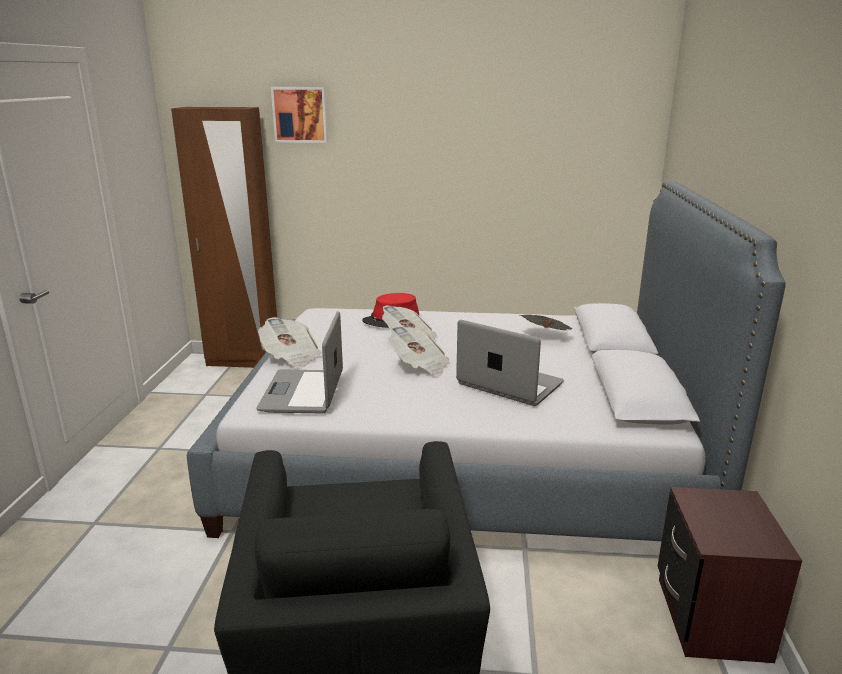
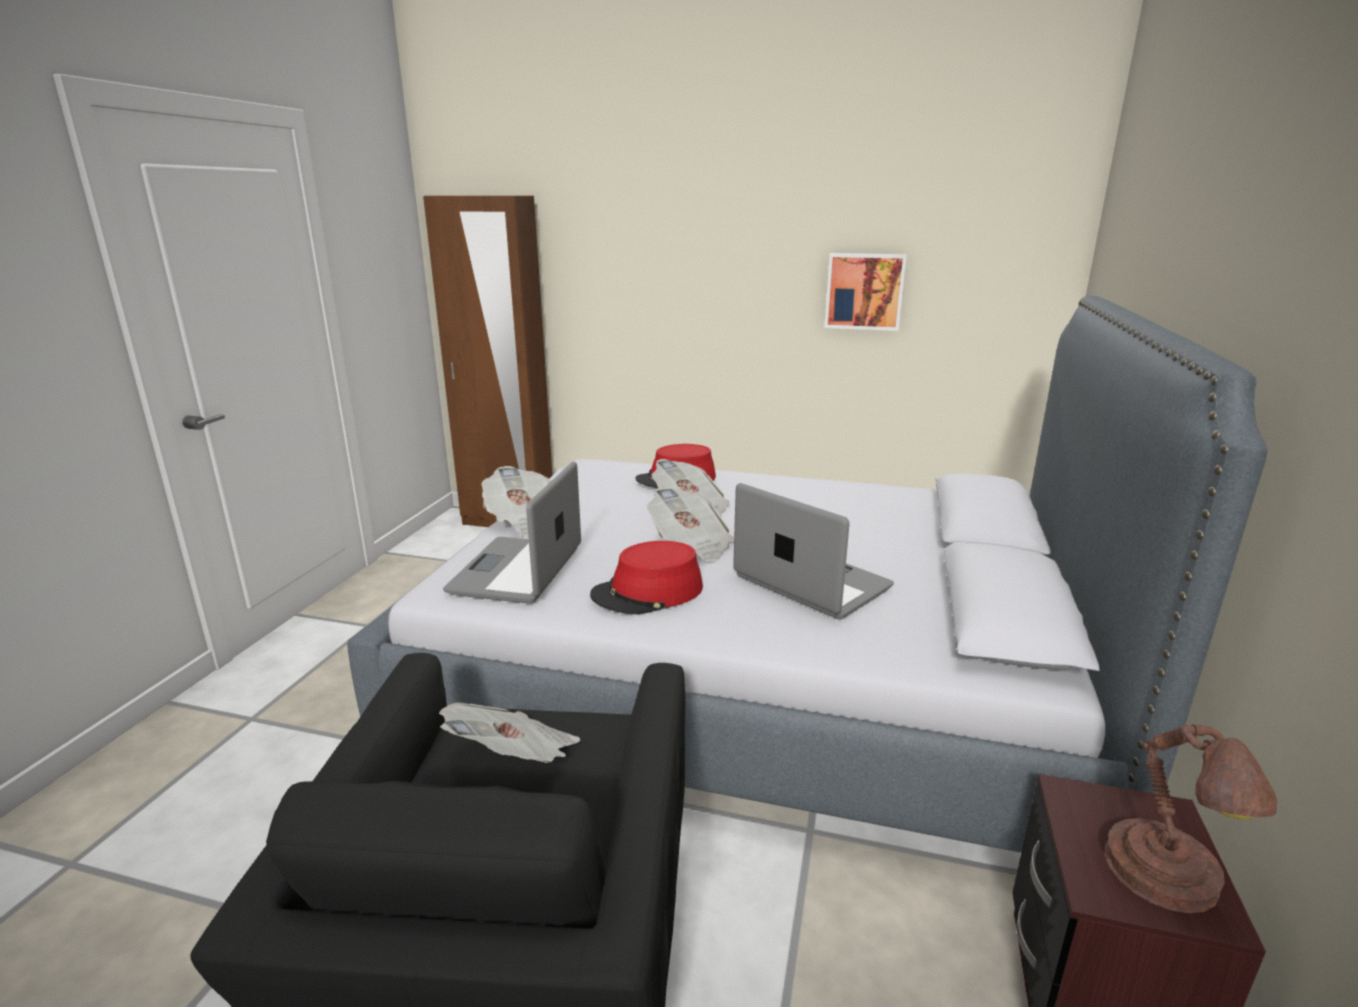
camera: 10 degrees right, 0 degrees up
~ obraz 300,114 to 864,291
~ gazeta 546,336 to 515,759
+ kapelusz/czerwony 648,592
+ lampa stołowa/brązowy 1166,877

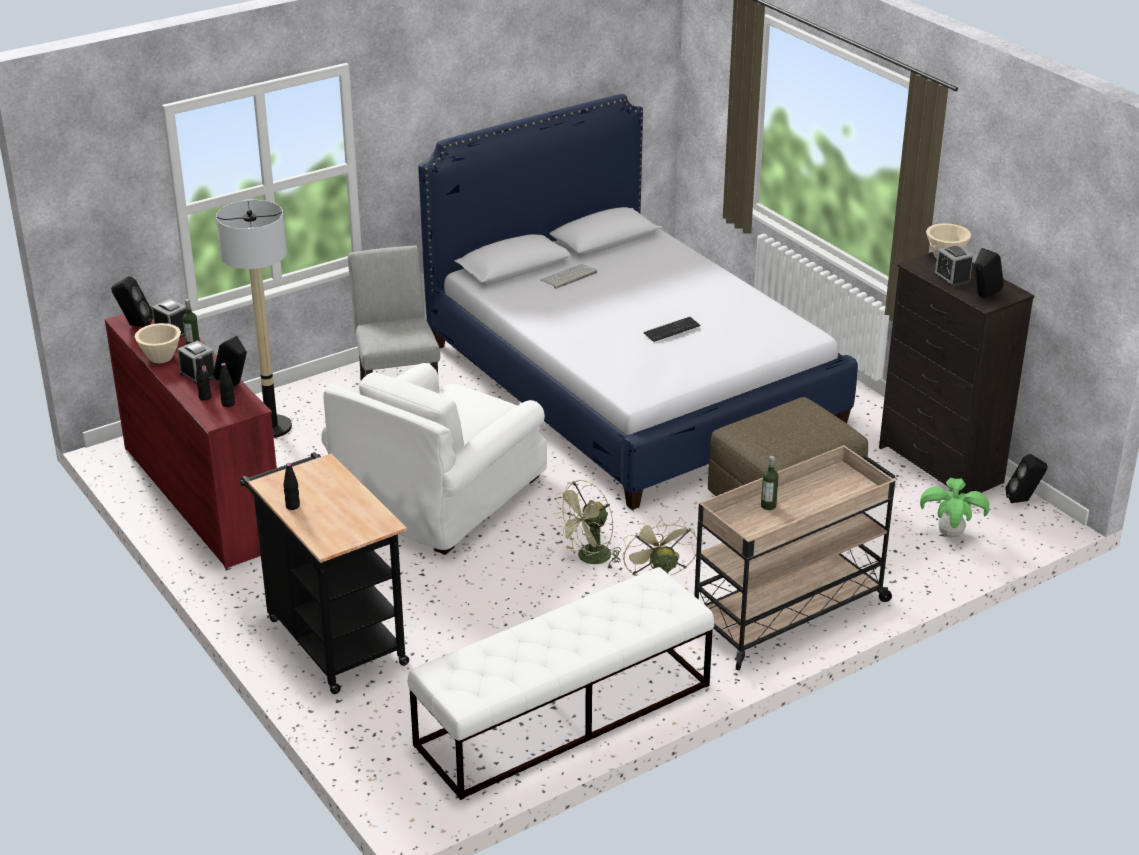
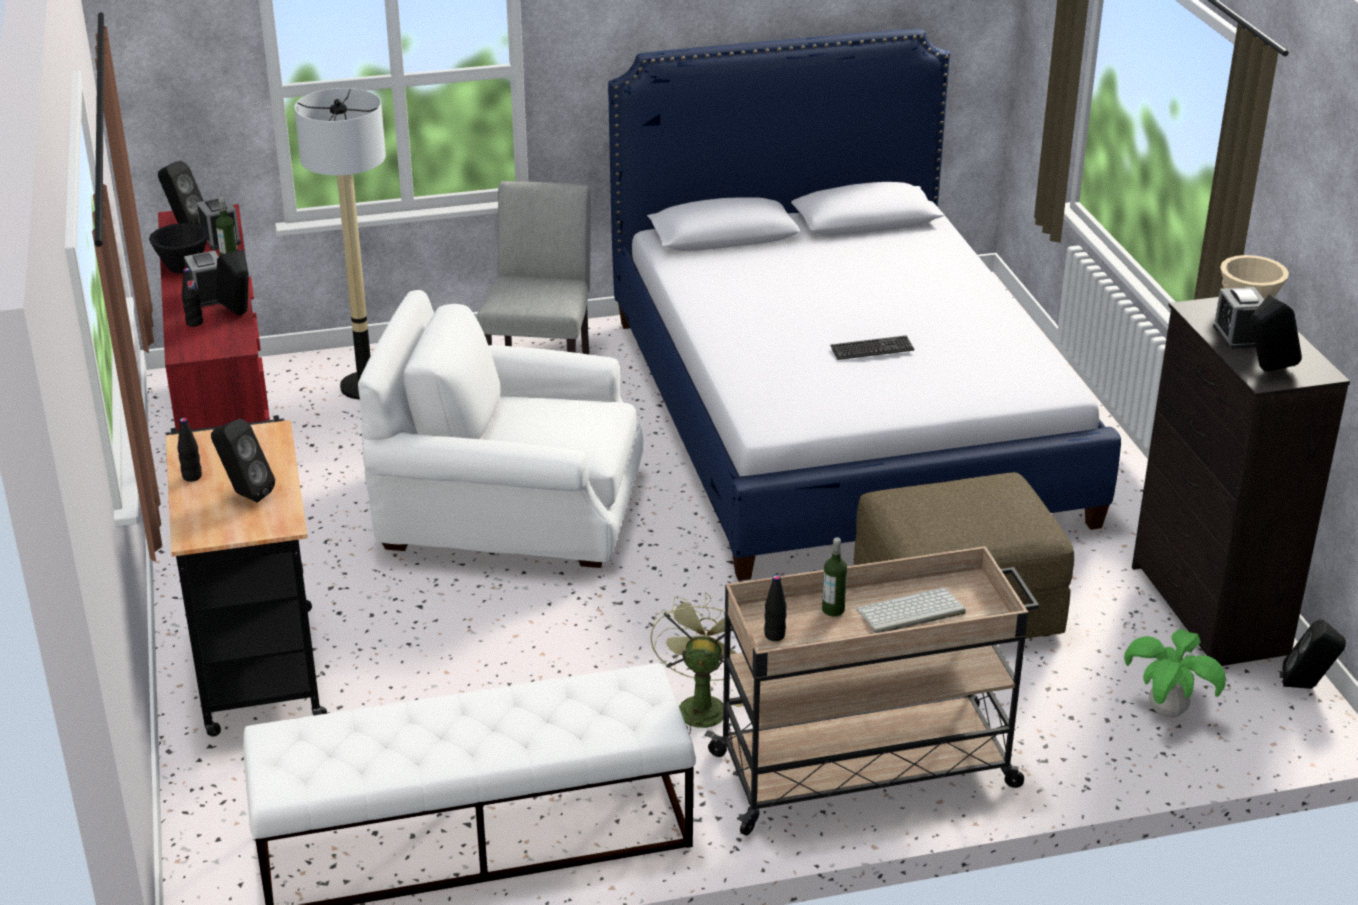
camera: 20 degrees right, 0 degrees up
~ miska/beżowy 160,357 to miska/czarny 183,267
~ butelka/czarny 228,404 to 774,635
~ fotel/biały 441,494 = 510,510 45 degrees clockwise
~ klawiatura 568,277 to 909,612
- wentylator/zielony 589,559
+ głośnik/czarny 245,494

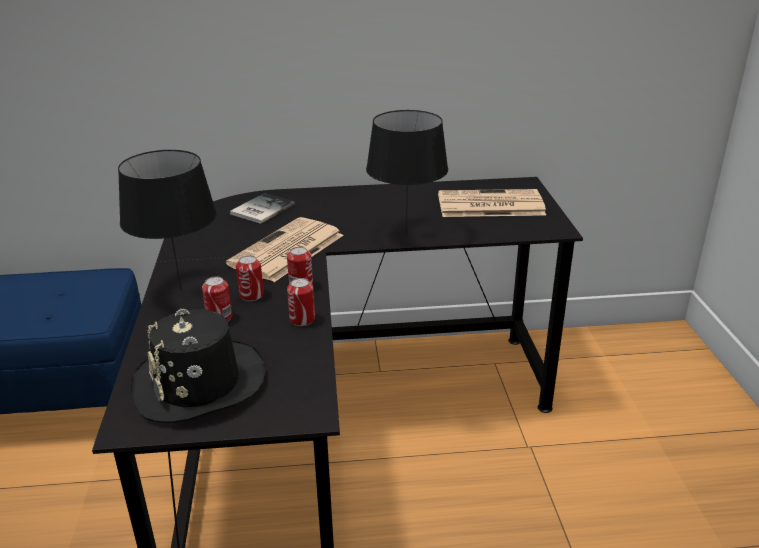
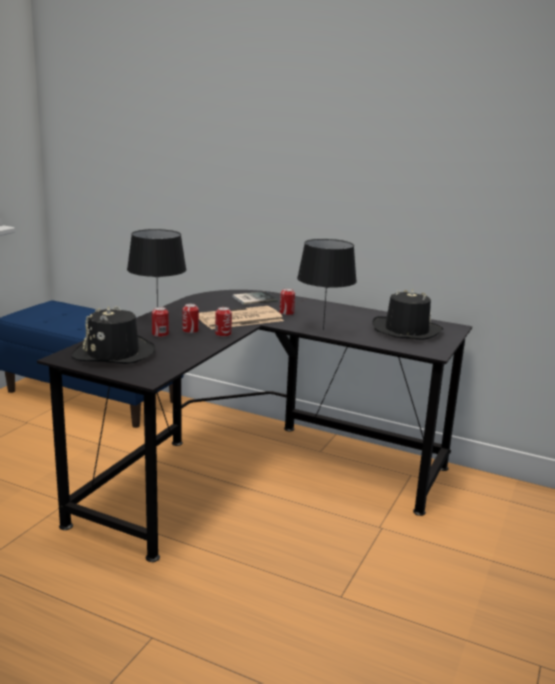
camera: 30 degrees right, 10 degrees down
~ puszka 302,319 to 286,313
~ gazeta 489,205 to kapelusz/czarny 406,330

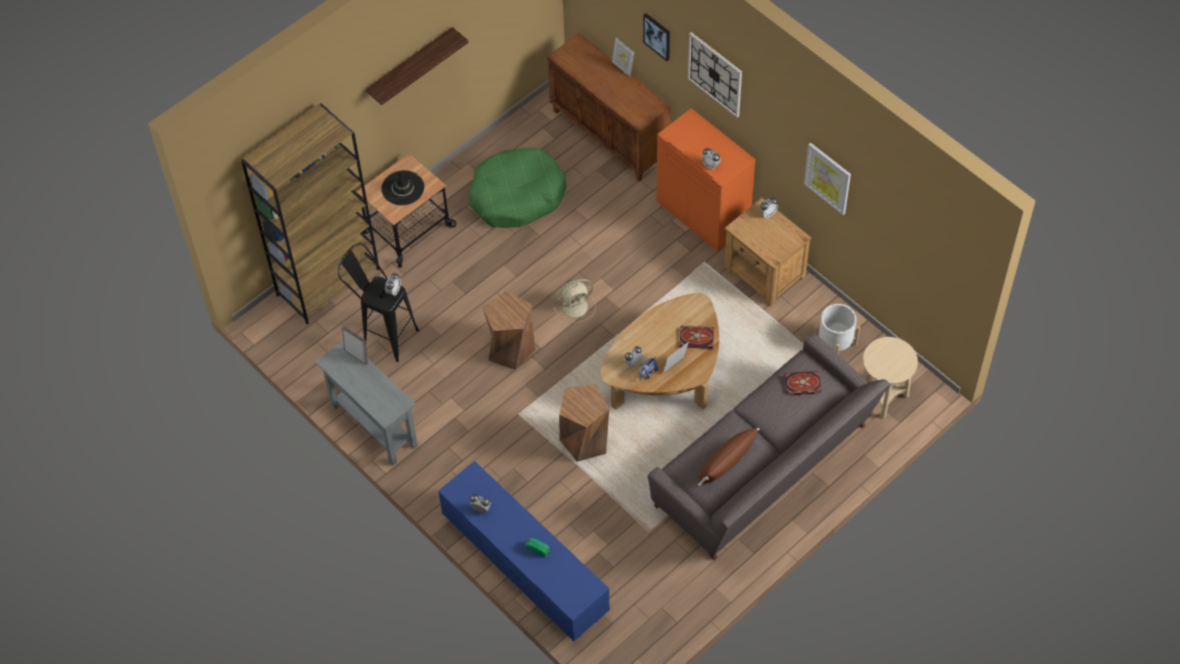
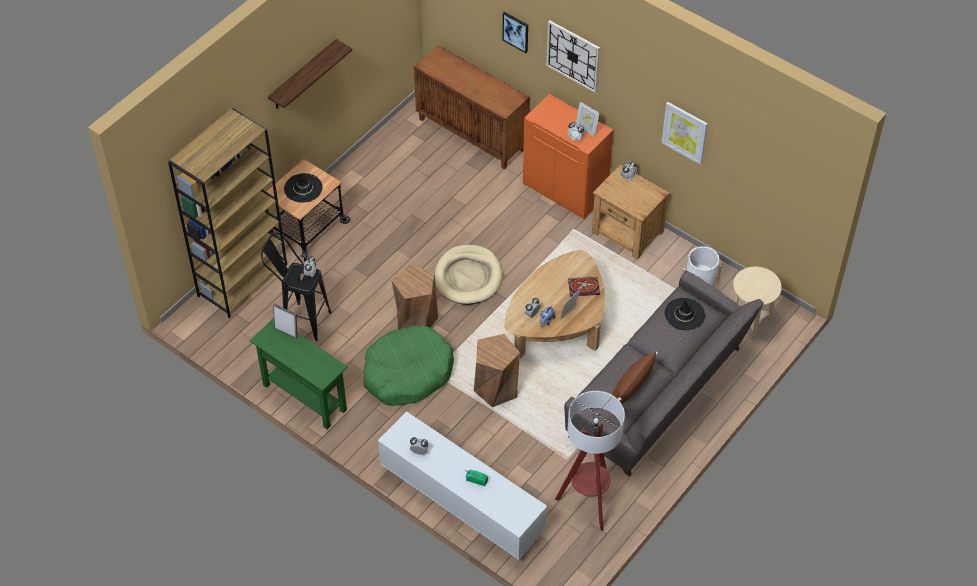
camera: 10 degrees left, 5 degrees down
~ stolik konsolowy/szary 374,426 to stolik konsolowy/zielony 304,397
~ szafka pod telewizor/niebieski 525,566 to szafka pod telewizor/biały 461,501
~ legowisko/zielony 517,196 to 407,373
~ wentylator/beżowy 576,306 to legowisko/beżowy 468,277
~ ramka na zdjęcie 623,67 to 586,129
~ książka 801,384 to kapelusz/czarny 684,314
+ lampa stojąca 588,503

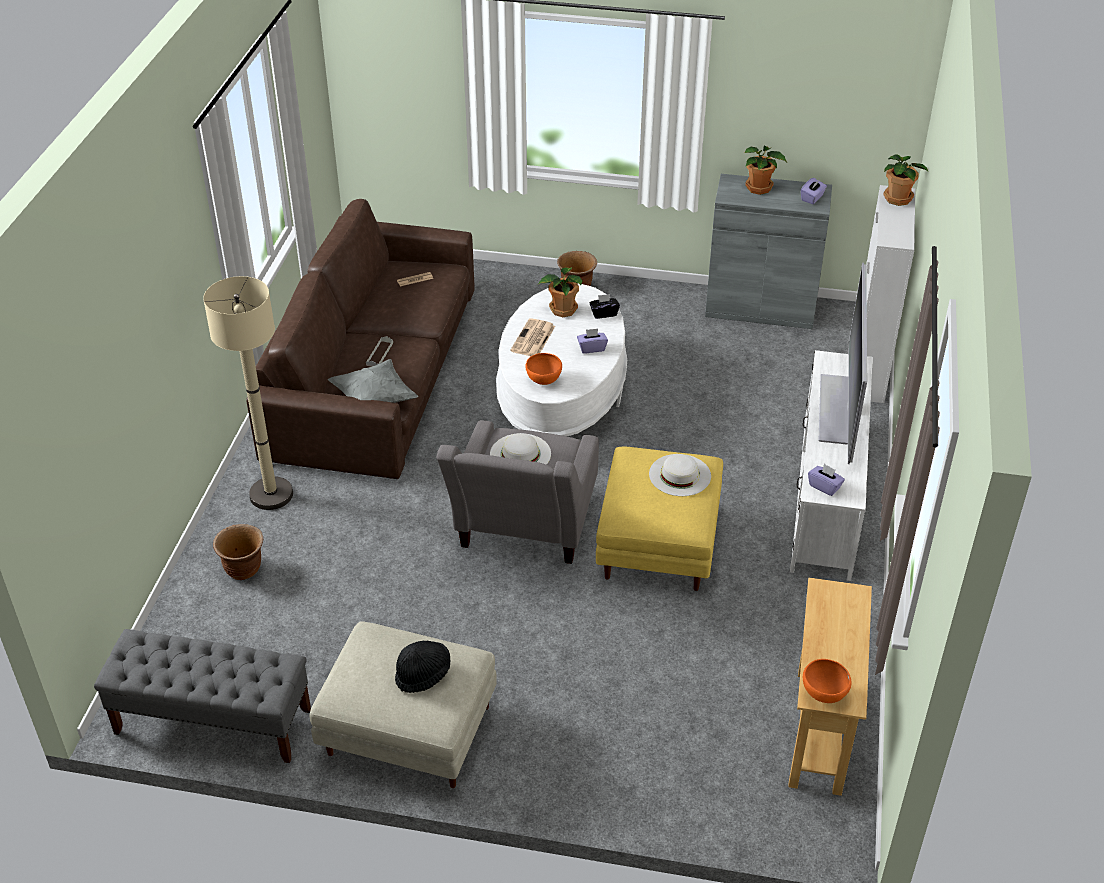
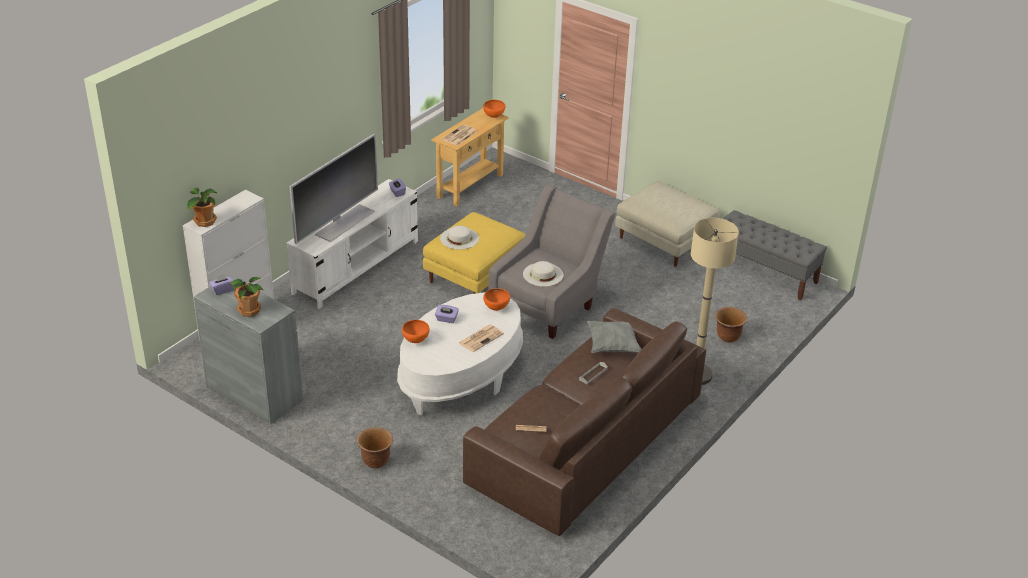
camera: 155 degrees left, 5 degrees down
- kapelusz/czarny 423,674
- roślina doniczkowa 562,309
~ pudełko chusteczek/czarny 604,313 to miska/pomarańczowy 416,340
+ gazeta 459,136

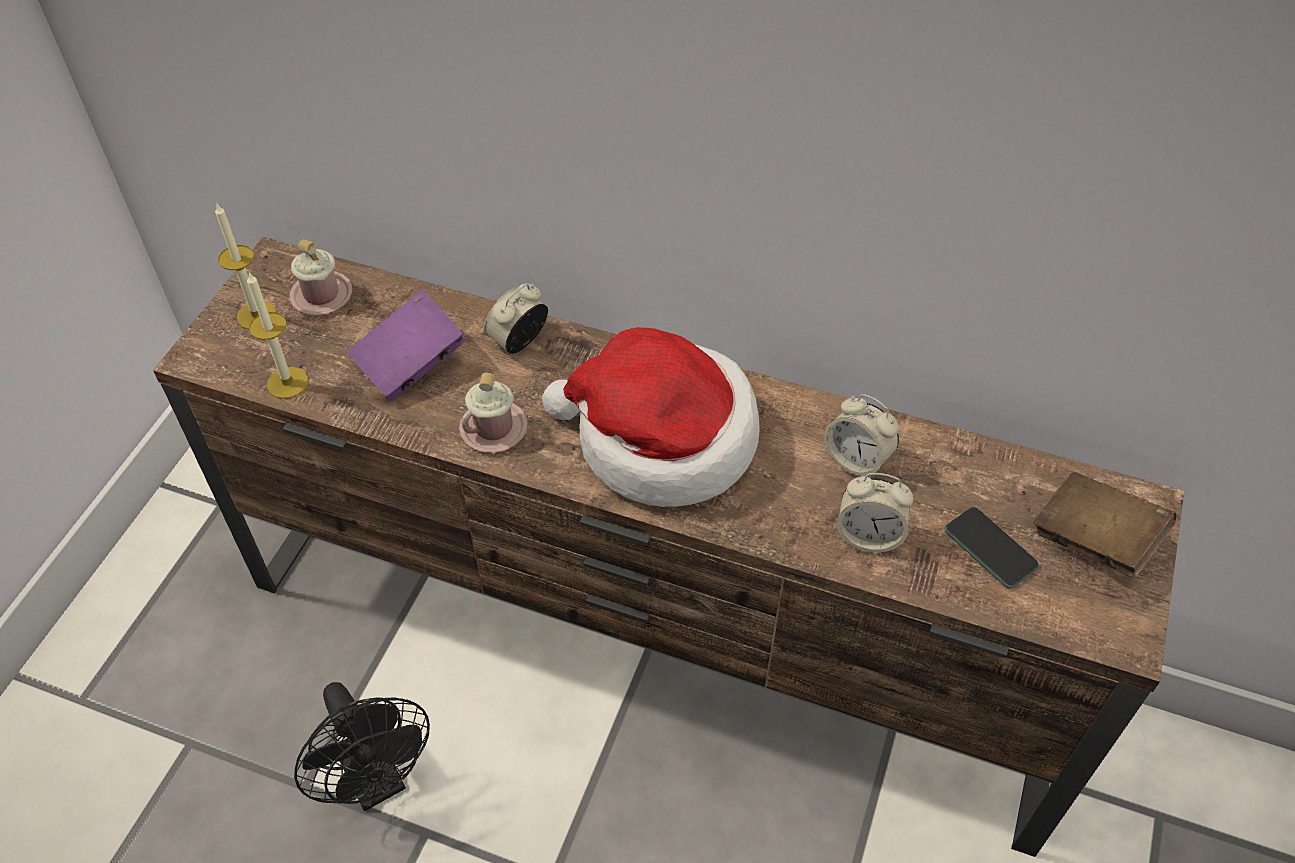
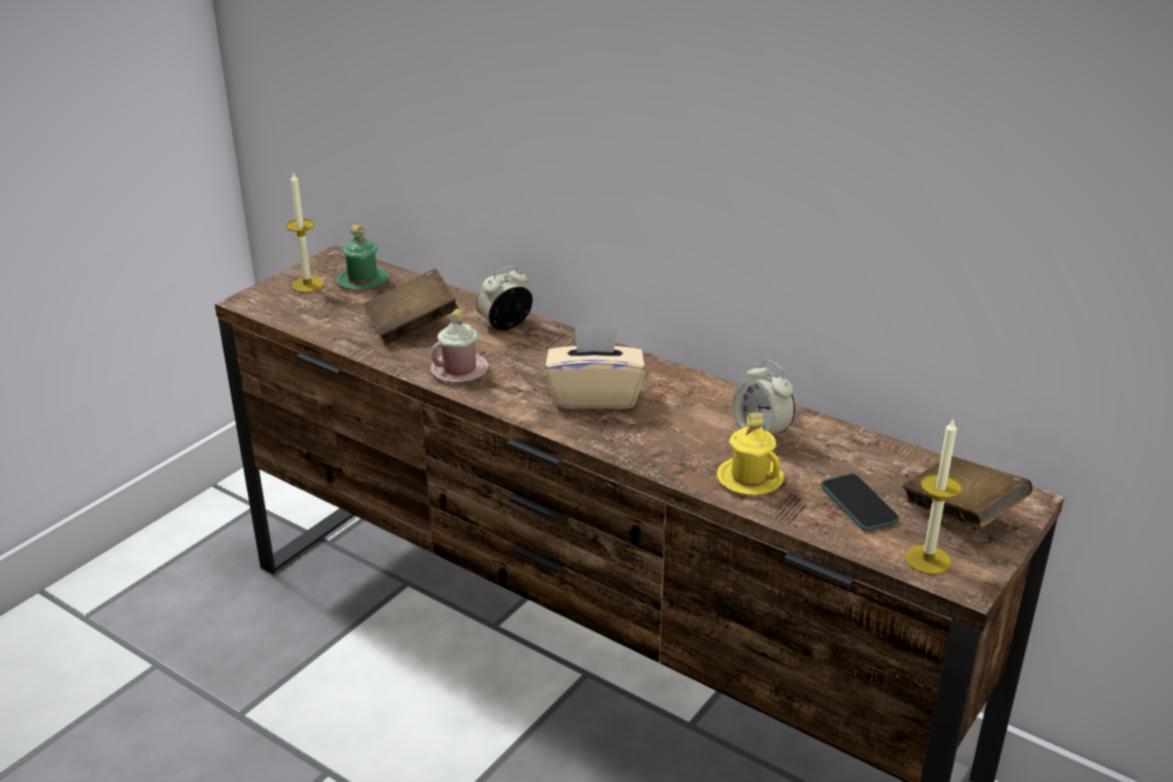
camera: 15 degrees right, 20 degrees down
~ świeca 287,382 to 928,560
~ kubek/różowy 321,295 to kubek/zielony 363,281
- wentylator/czarny 377,780
~ książka/fioletowy 410,363 to książka/brązowy 412,326
~ kapelusz 660,440 to pudełko chusteczek/beżowy 594,396
~ budzik 868,535 to kubek/żółty 750,479

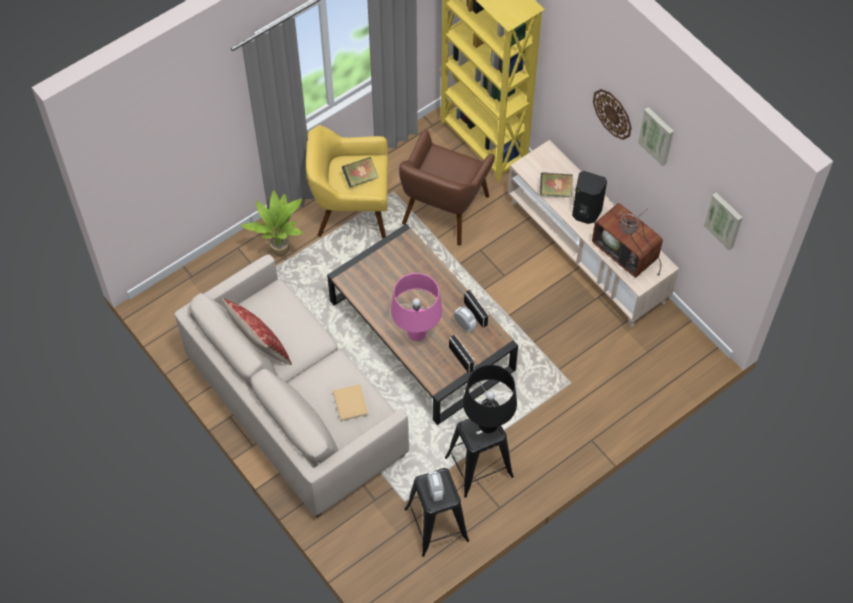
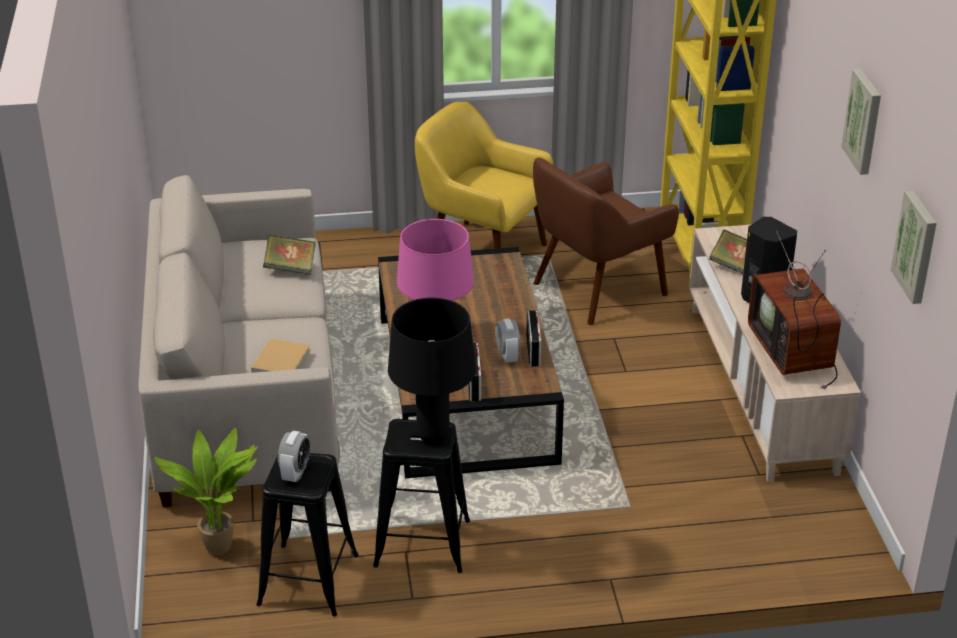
camera: 30 degrees right, 25 degrees down
- poduszka 260,348
~ roślina doniczkowa 280,249 to 221,545
~ książka 360,178 to 290,268
- zegar ścienny 612,113

